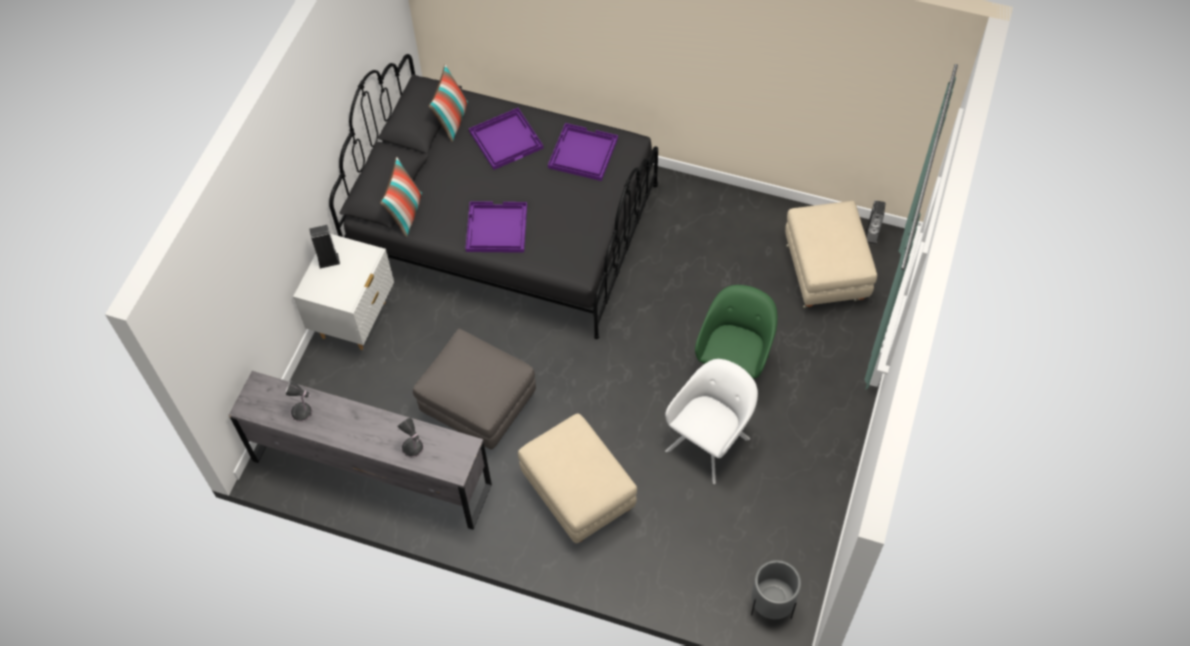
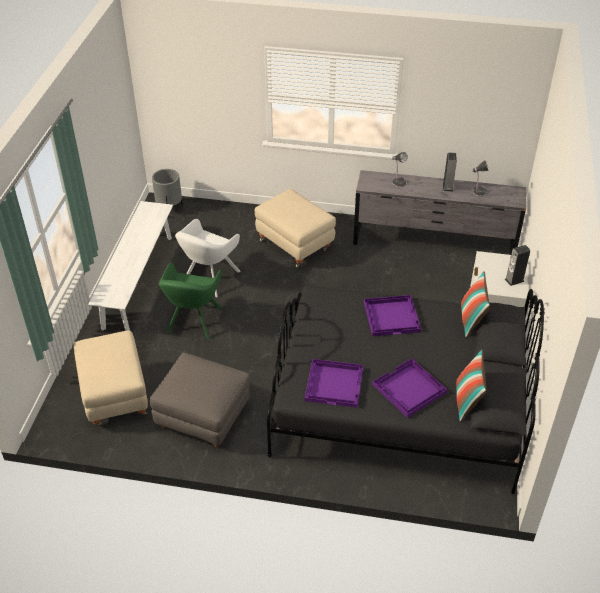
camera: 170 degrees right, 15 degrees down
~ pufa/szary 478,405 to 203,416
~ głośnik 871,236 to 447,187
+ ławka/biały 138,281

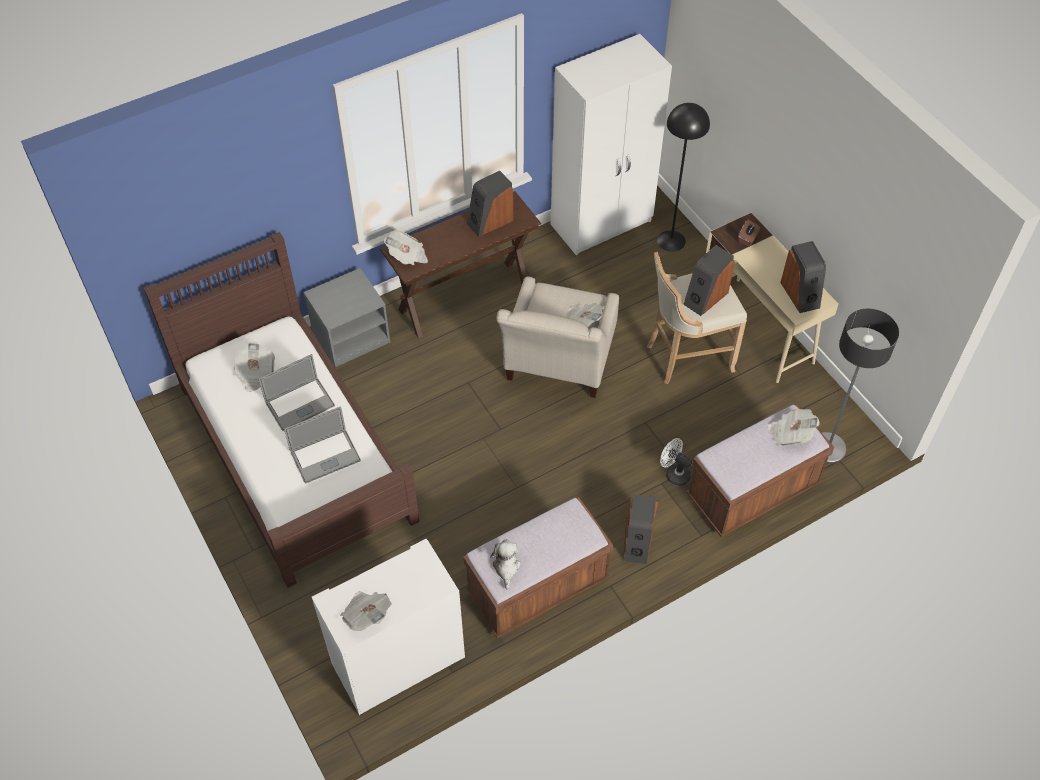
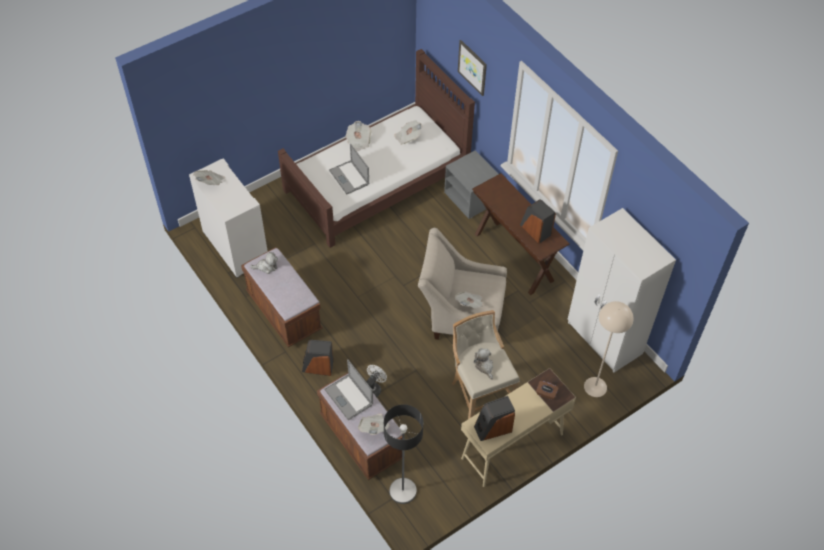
camera: 85 degrees right, 0 degrees up
~ laptop 300,404 to 348,397
~ gazeta 407,256 to 358,141
~ lampa stojąca/czarny 671,241 to lampa stojąca/beżowy 595,387
~ głośnik 705,297 to pluszak 484,366
+ obraz 473,67

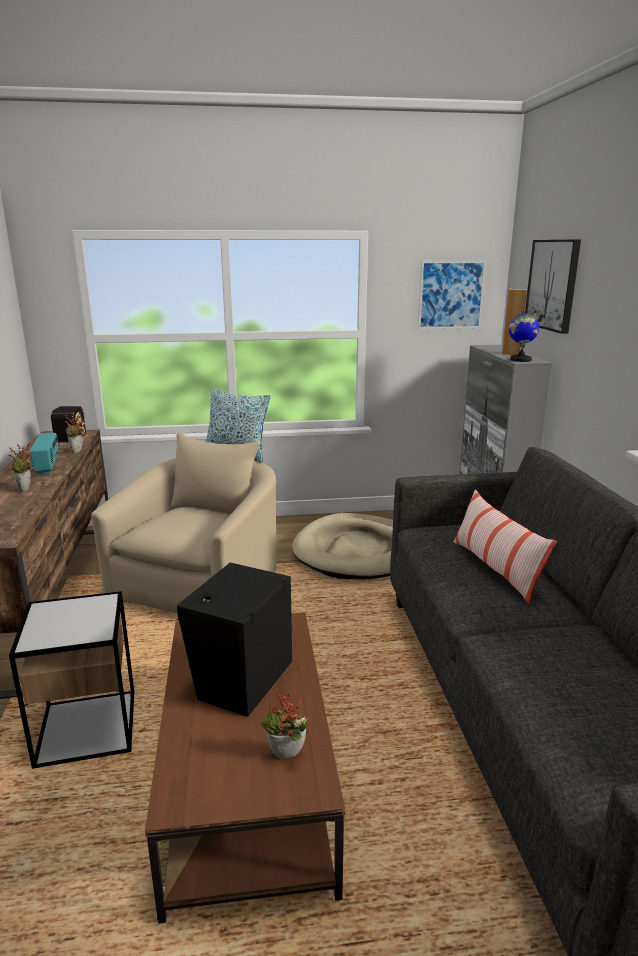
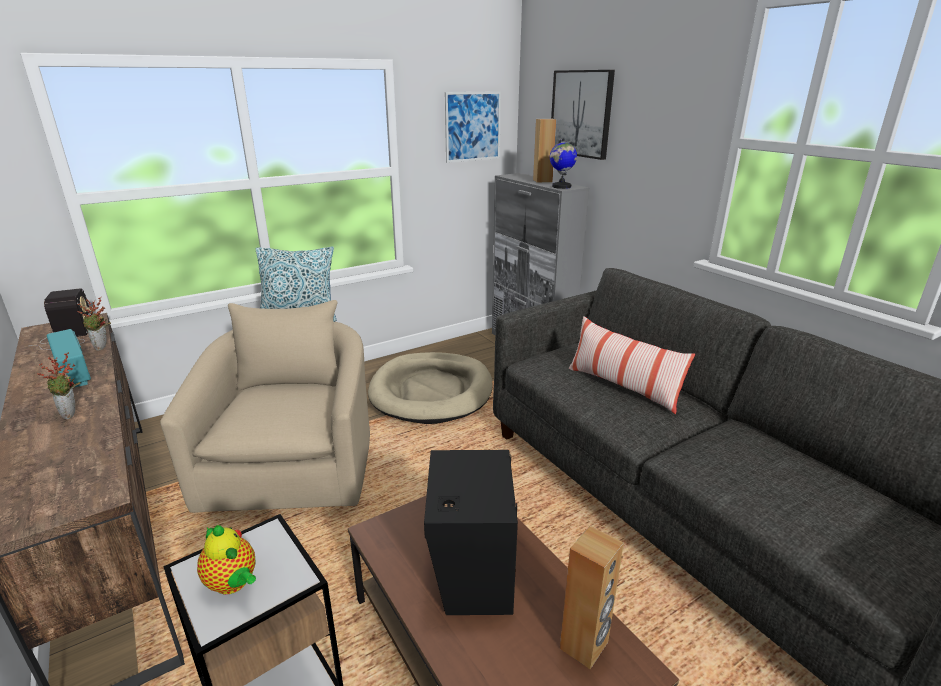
camera: 25 degrees left, 5 degrees up
~ roślina doniczkowa 285,757 to głośnik/brązowy 584,645
+ imbryk 233,583

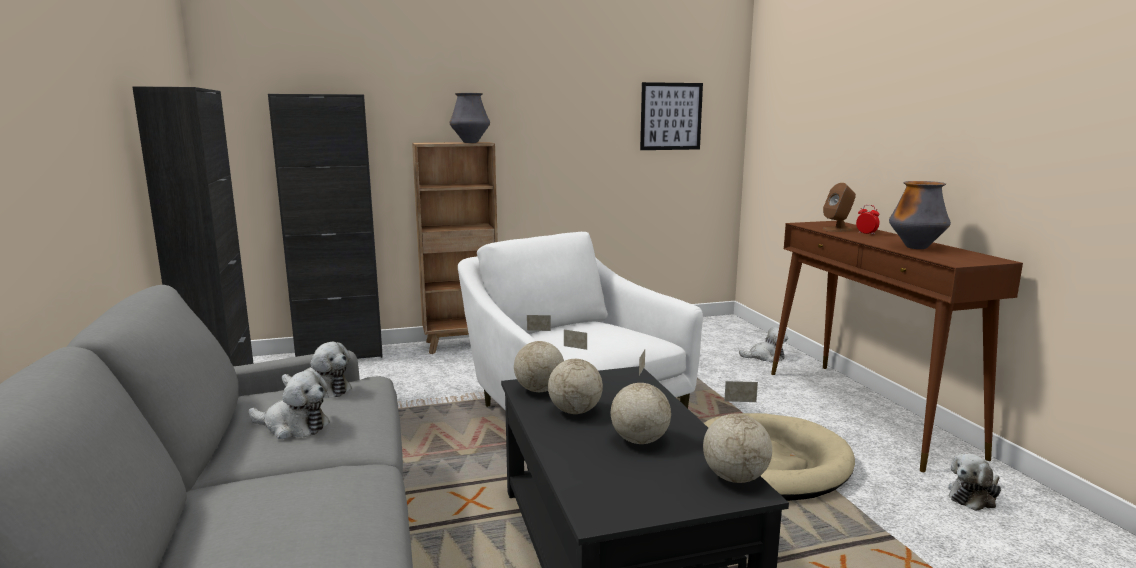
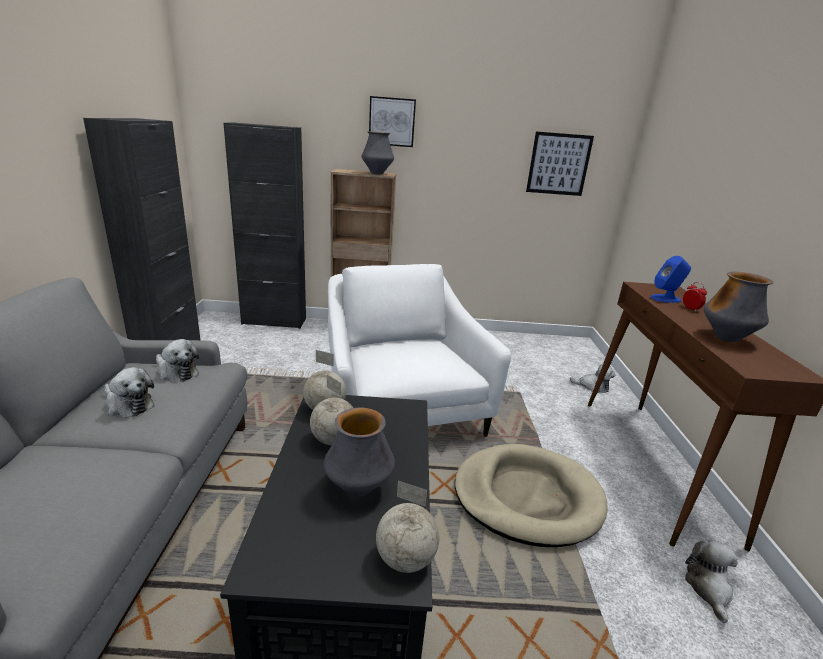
camera: 15 degrees right, 10 degrees up
~ globus 639,441 to wazon 358,488
~ głośnik/brązowy 837,229 to głośnik/niebieski 666,298
~ pluszak 974,496 = 708,588 120 degrees clockwise
+ obraz 392,122

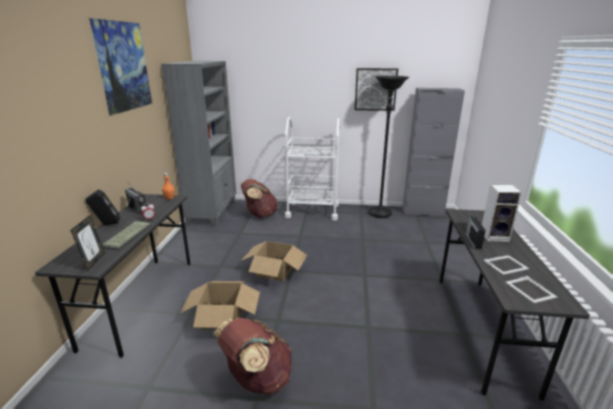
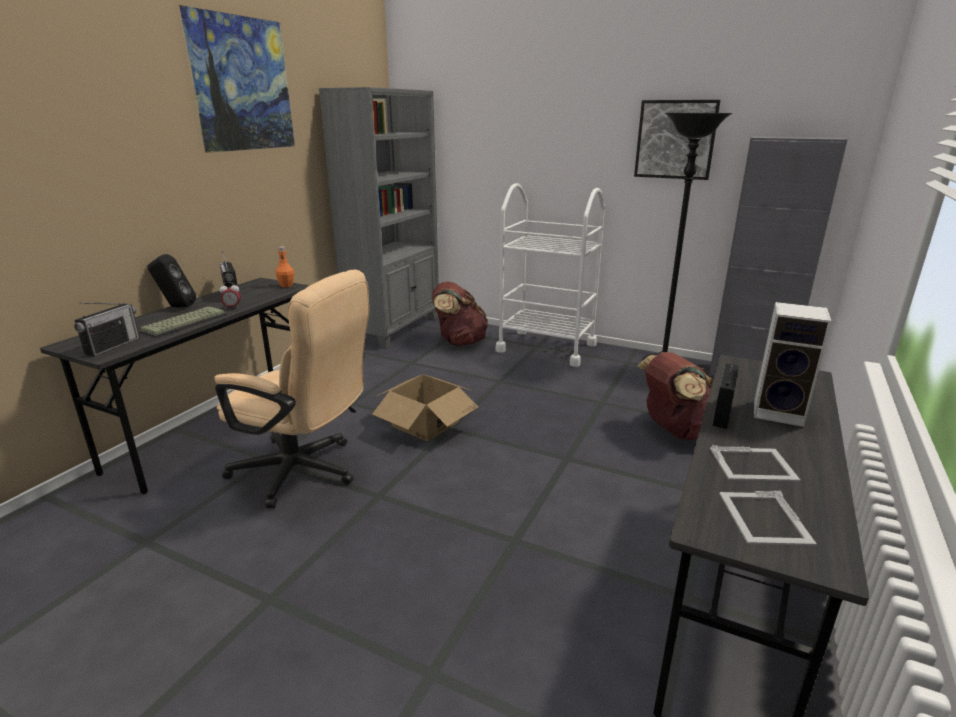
camera: 20 degrees right, 0 degrees up
~ ramka na zdjęcie 93,261 to radio 113,346
~ karton 223,317 to krzesło biurowe/beżowy 305,472
~ plecak/brązowy 257,379 to 676,431

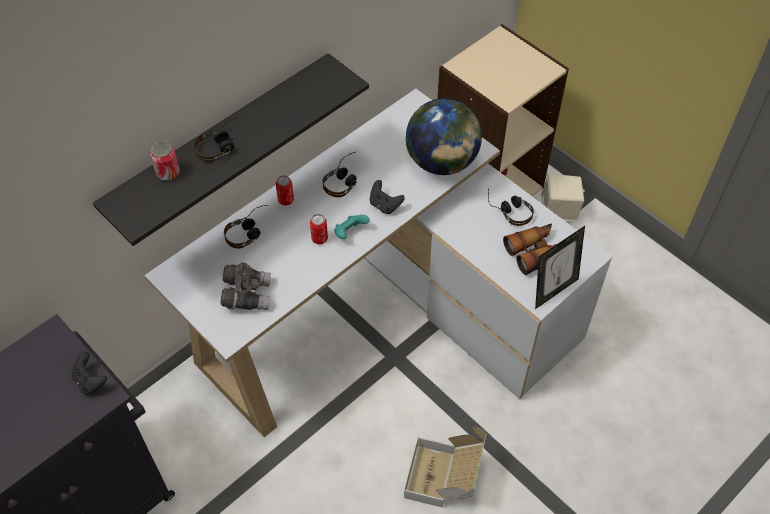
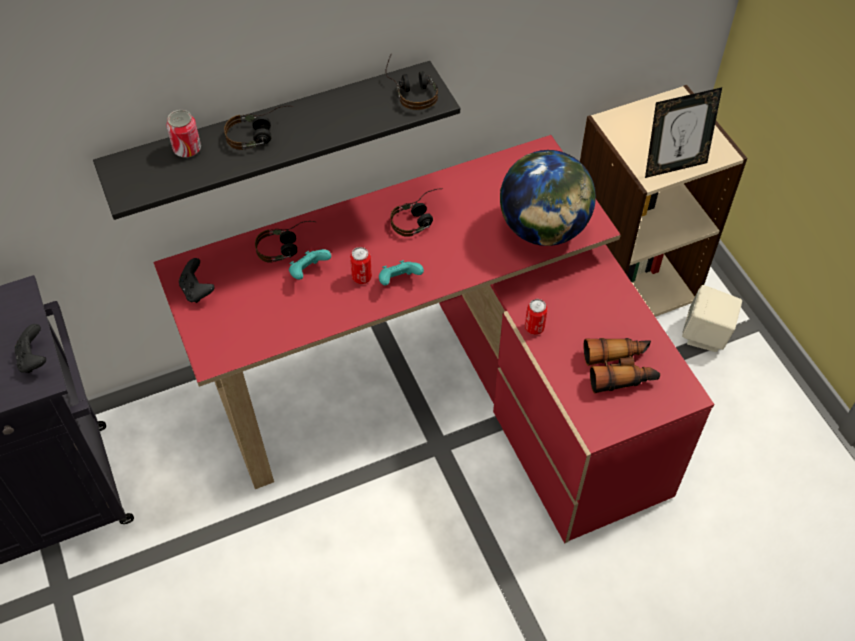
camera: 20 degrees right, 0 degrees up
~ biurko/biały 385,316 to biurko/czerwony 447,395
- lornetka/szary 247,294
~ puszka 286,200 to 534,327
~ pad do gier/czarny 385,205 to 197,291
- karton 445,479
~ słuchawki 509,210 to 411,89
~ ramka na zdjęcie 553,290 to 673,166
+ pad do gier/turkusowy 308,272

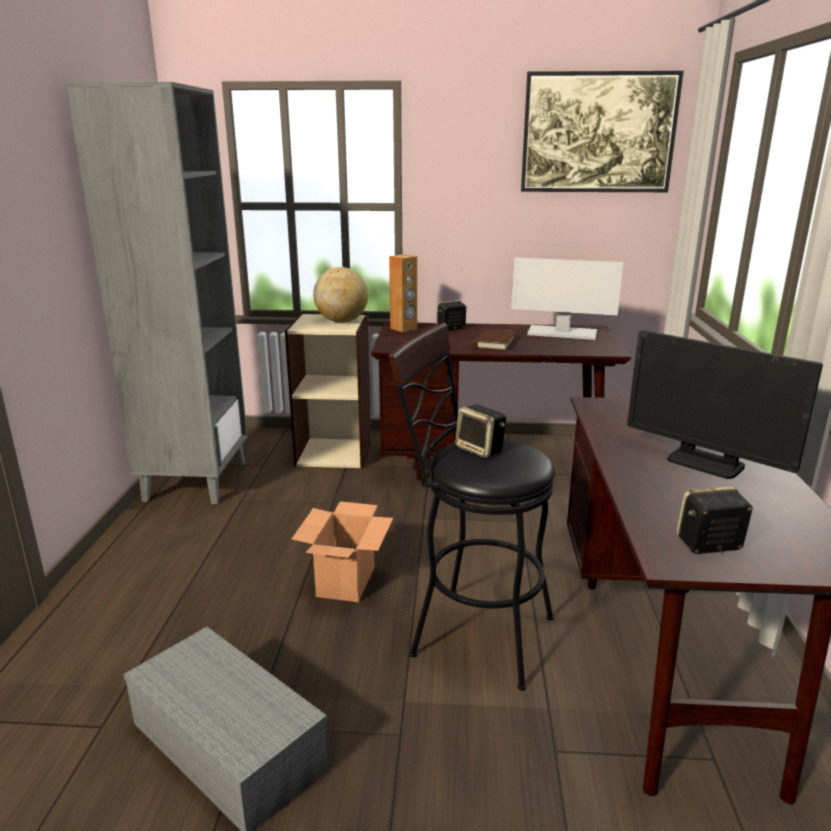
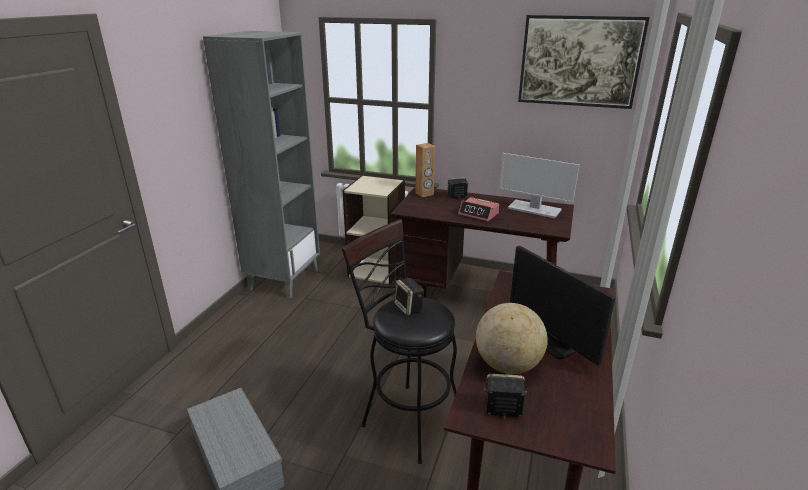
camera: 15 degrees right, 5 degrees up
- karton 346,581
~ globus 342,321 to 508,365
~ książka/brązowy 494,343 to budzik 478,214

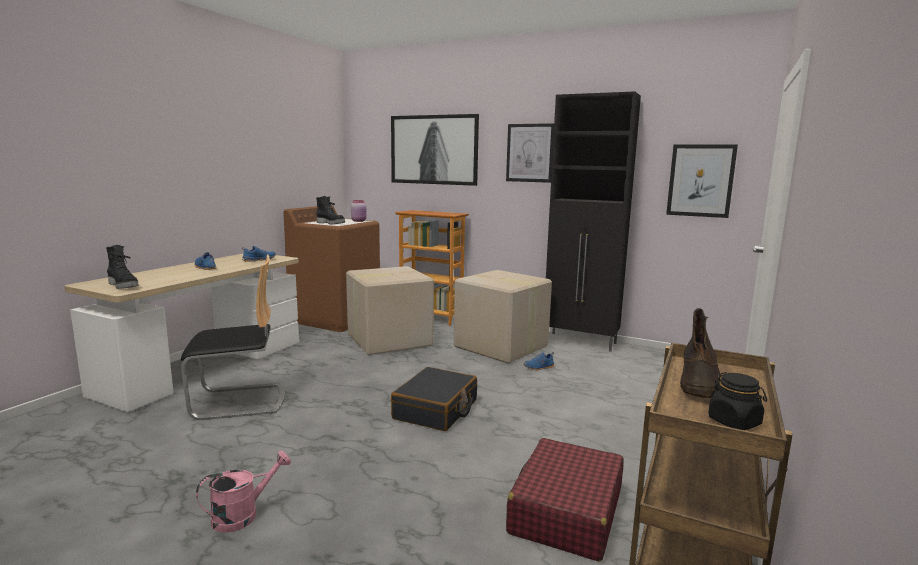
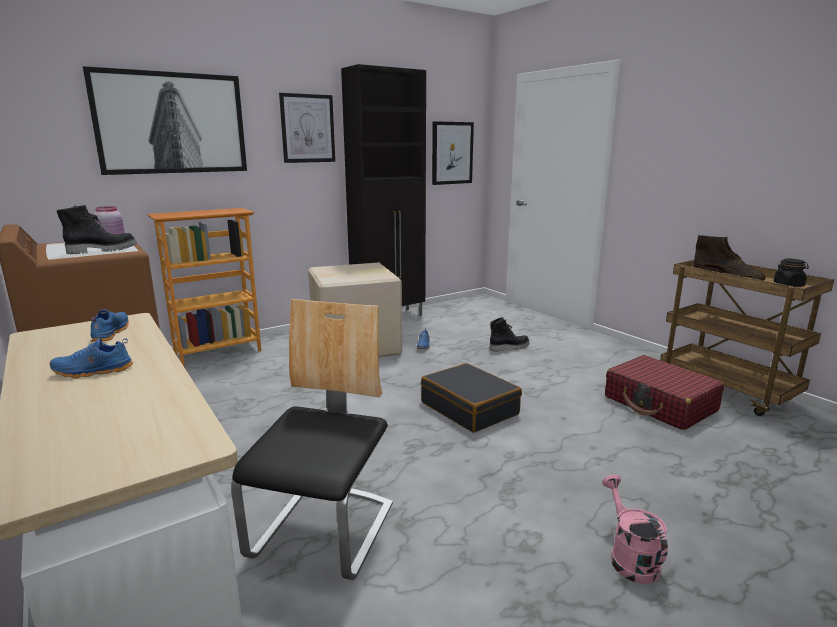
camera: 60 degrees left, 5 degrees up
~ but z cholewką/czarny 124,286 to 509,347
- karton 388,340

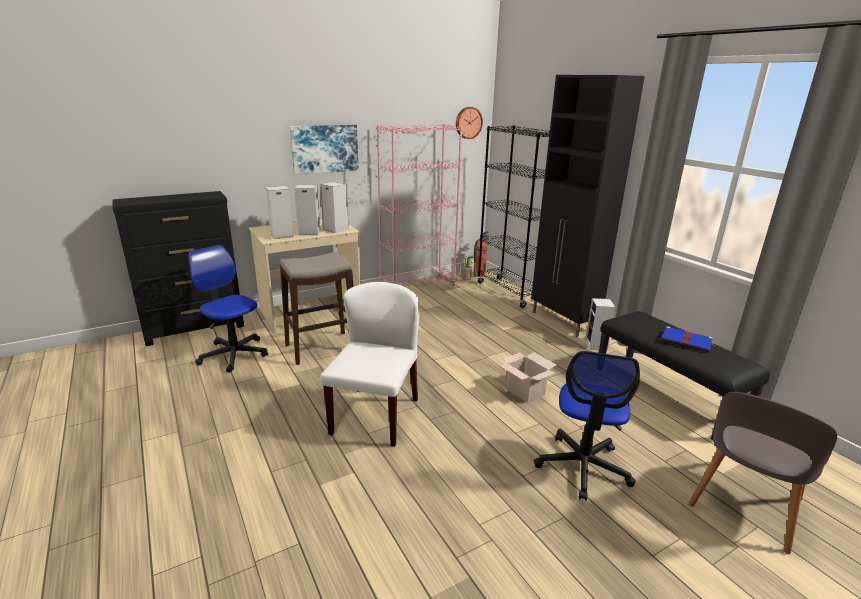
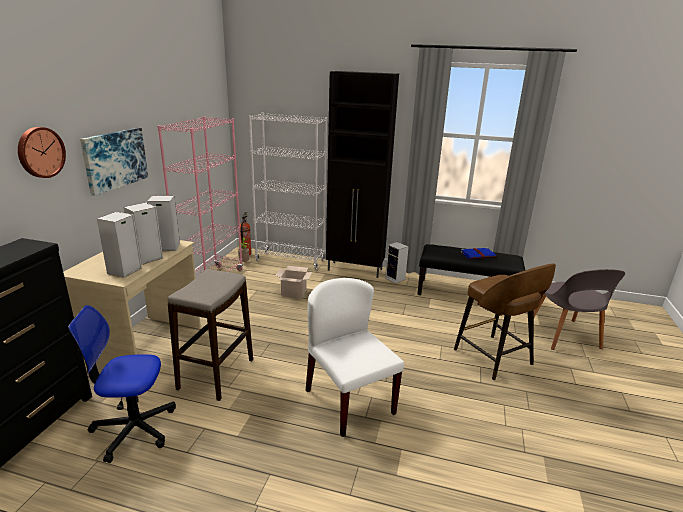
camera: 45 degrees left, 0 degrees up
~ zegar ścienny 468,122 to 40,152
~ regał/czarny 510,292 to regał/biały 290,260
~ karton 526,391 to 294,292
~ krzesło biurowe 583,467 to stołek/brązowy 494,358

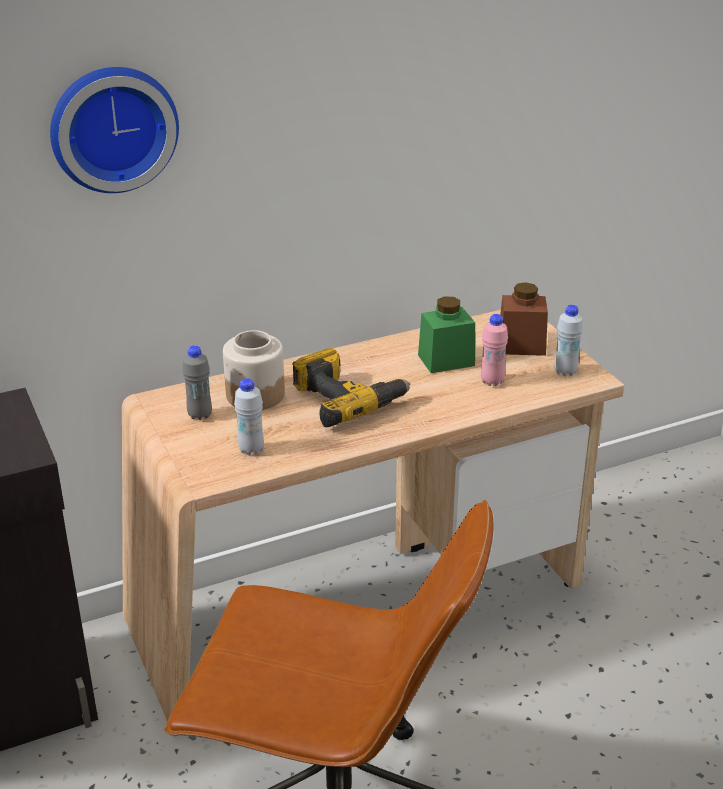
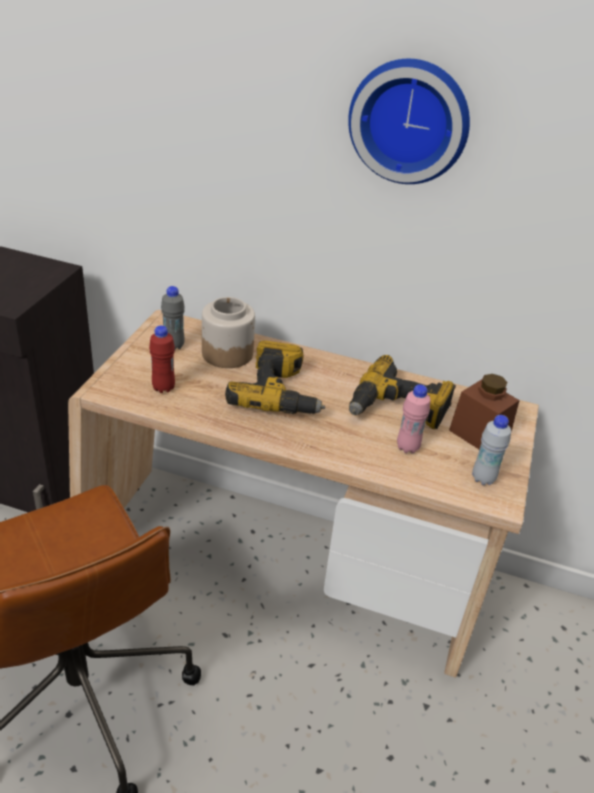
camera: 40 degrees right, 5 degrees up
~ zegar ścienny 112,127 to 410,120
~ butelka/biały 251,450 to butelka/czerwony 163,388
~ słoik/zielony 446,360 to wiertarka 398,409

